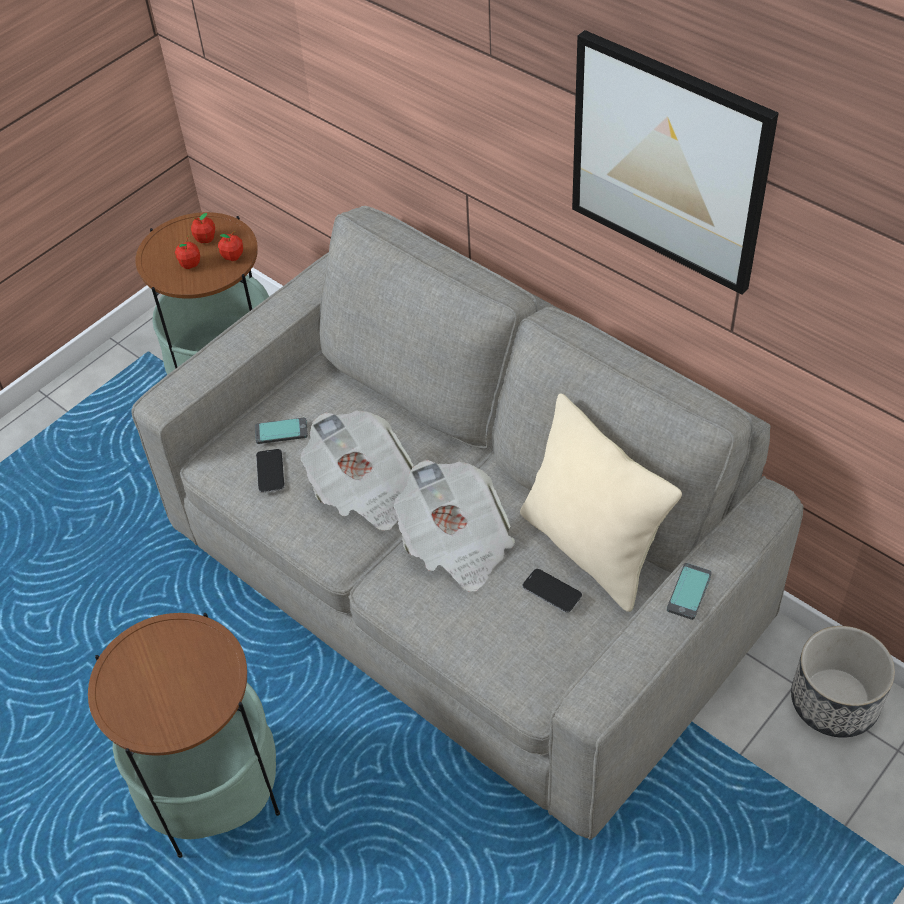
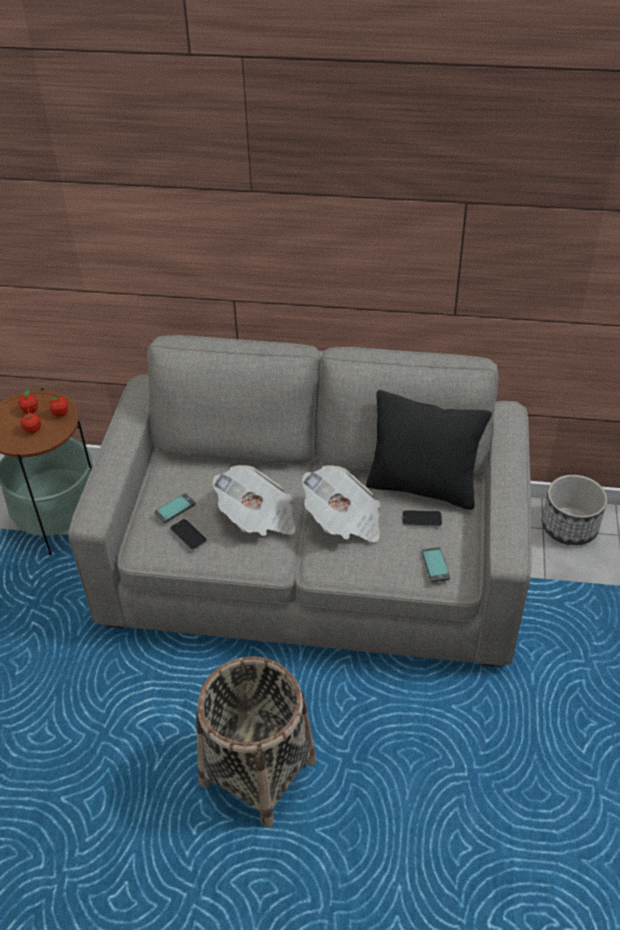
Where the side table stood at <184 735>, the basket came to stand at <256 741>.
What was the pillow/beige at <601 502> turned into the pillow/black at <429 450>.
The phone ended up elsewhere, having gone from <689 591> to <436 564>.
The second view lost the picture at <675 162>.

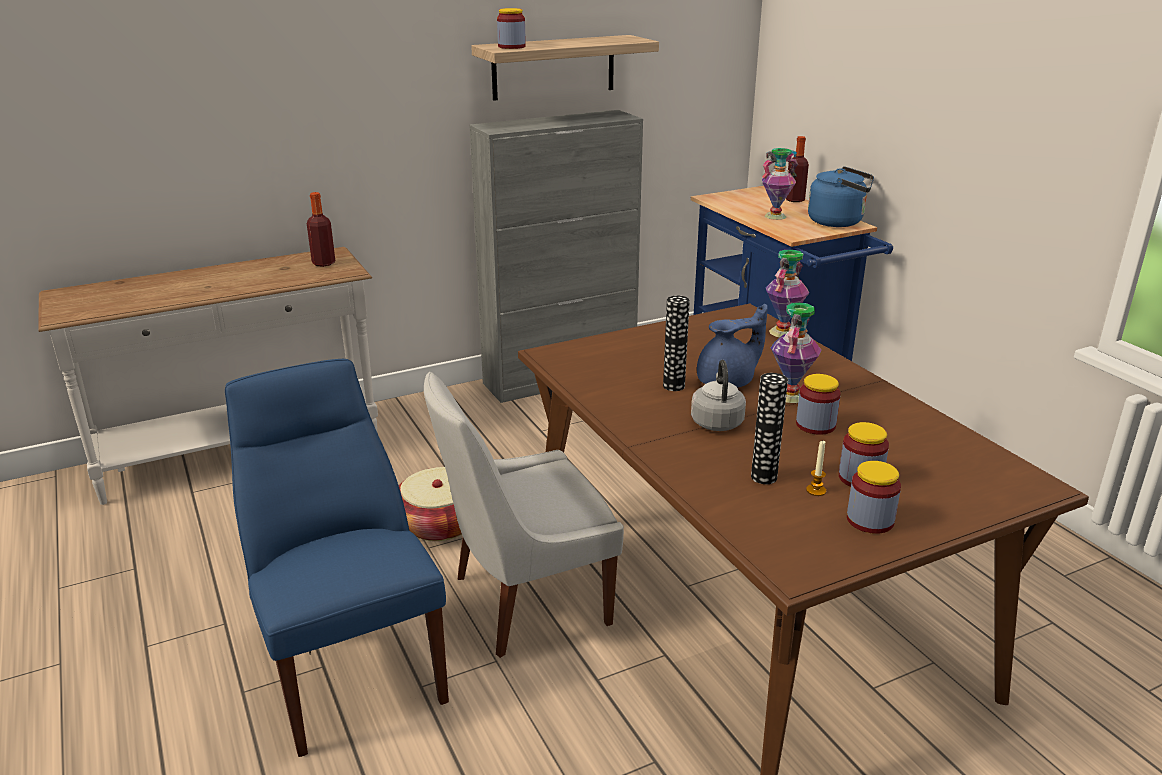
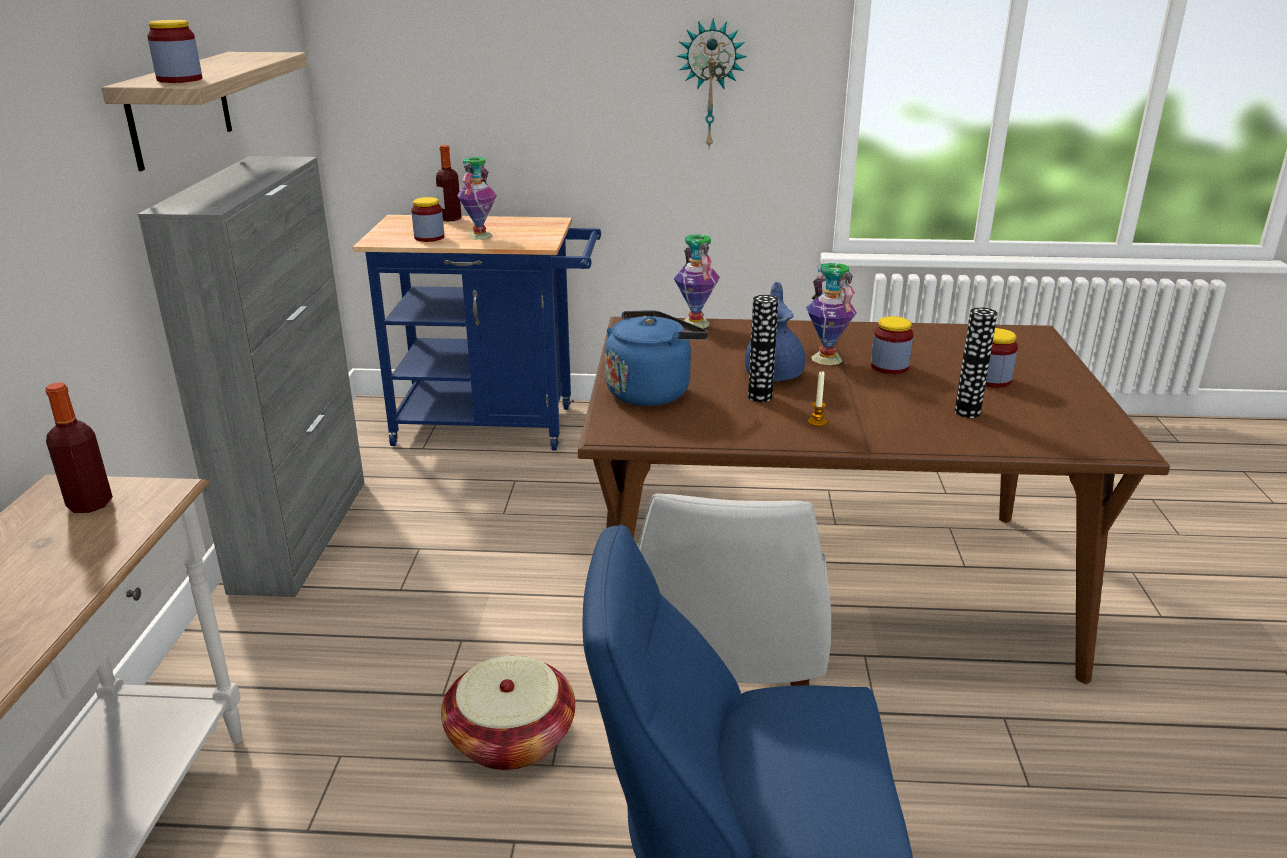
The jar ended up elsewhere, having gone from <874 497> to <427 219>.
The kettle/blue ended up elsewhere, having gone from <841 196> to <656 358>.
The second view gained the wall clock at <712 82>.
The candle ended up elsewhere, having gone from <816 468> to <817 399>.
The second view lost the kettle/grey at <718 395>.

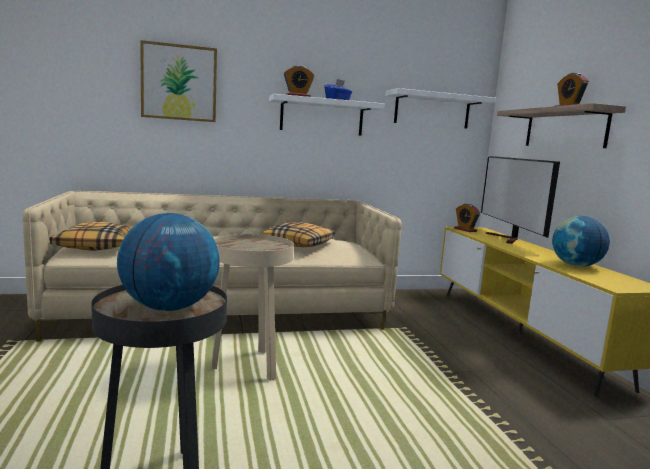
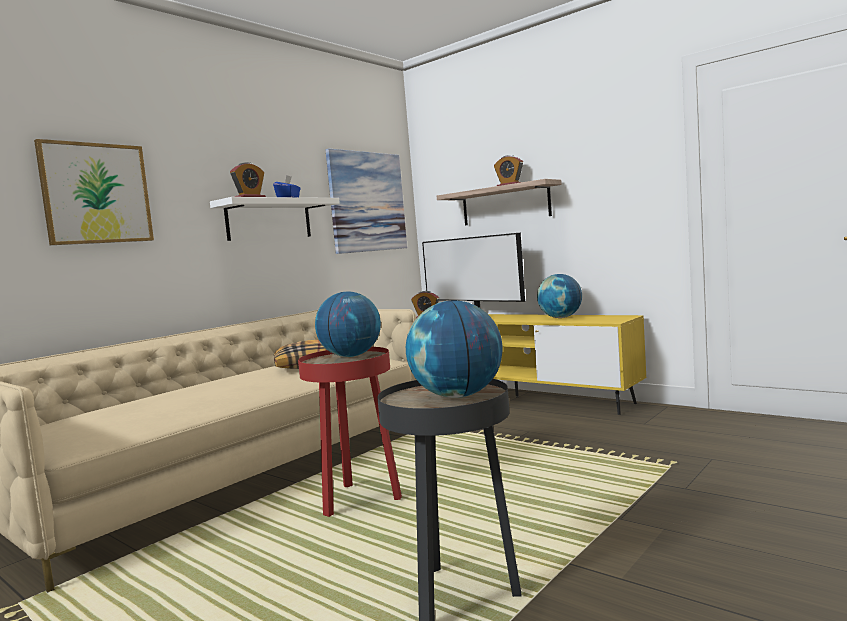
What was the side table/beige at <252 307> turned into the side table/red at <350 432>.
The second view gained the globe at <348 324>.
Where the shelf/white hung at <441 108>, the picture came to hang at <366 201>.
The second view lost the pillow at <91 236>.

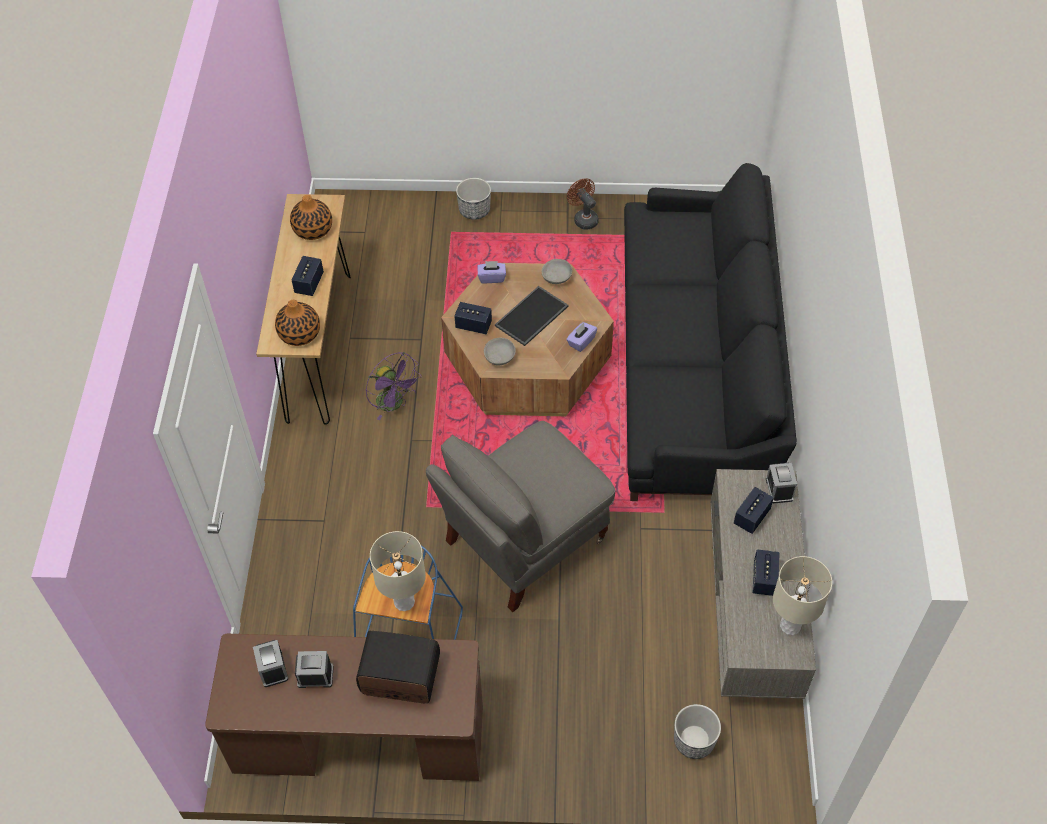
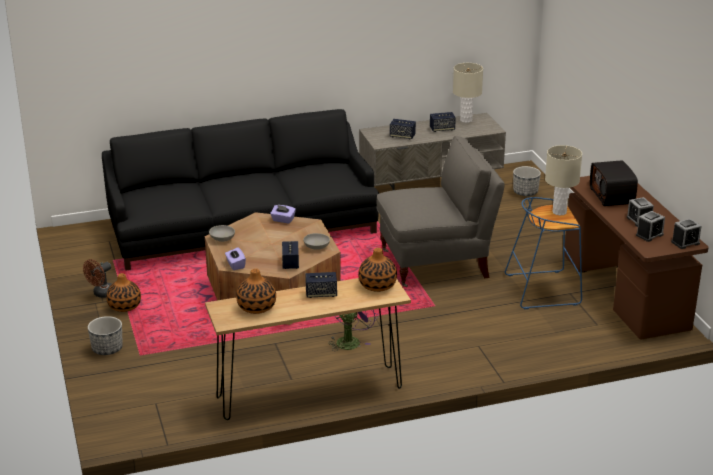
The second view gained the vase at <123 292>.
The armchair/grey at <520 516> ended up facing another way, 45 degrees counterclockwise from before.
The alarm clock ended up elsewhere, having gone from <781 483> to <686 234>.
The second view lost the tray at <532 316>.

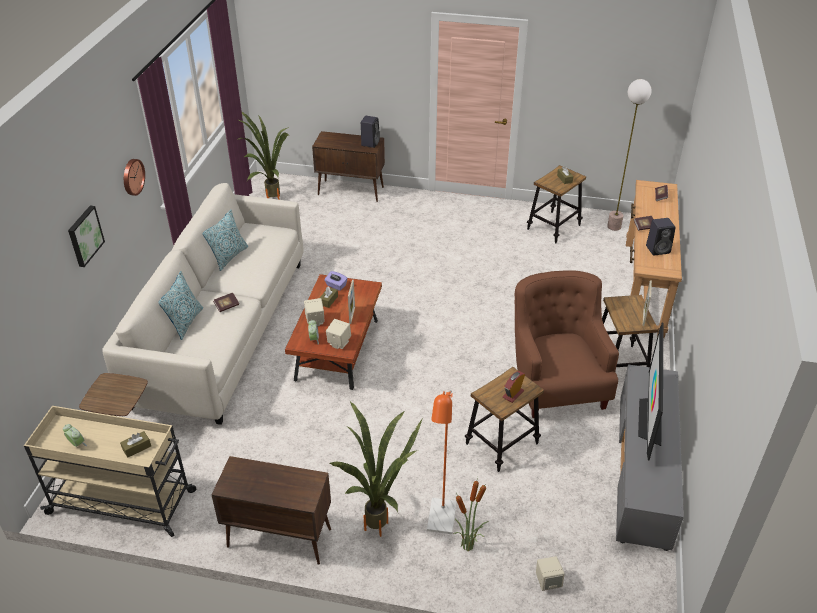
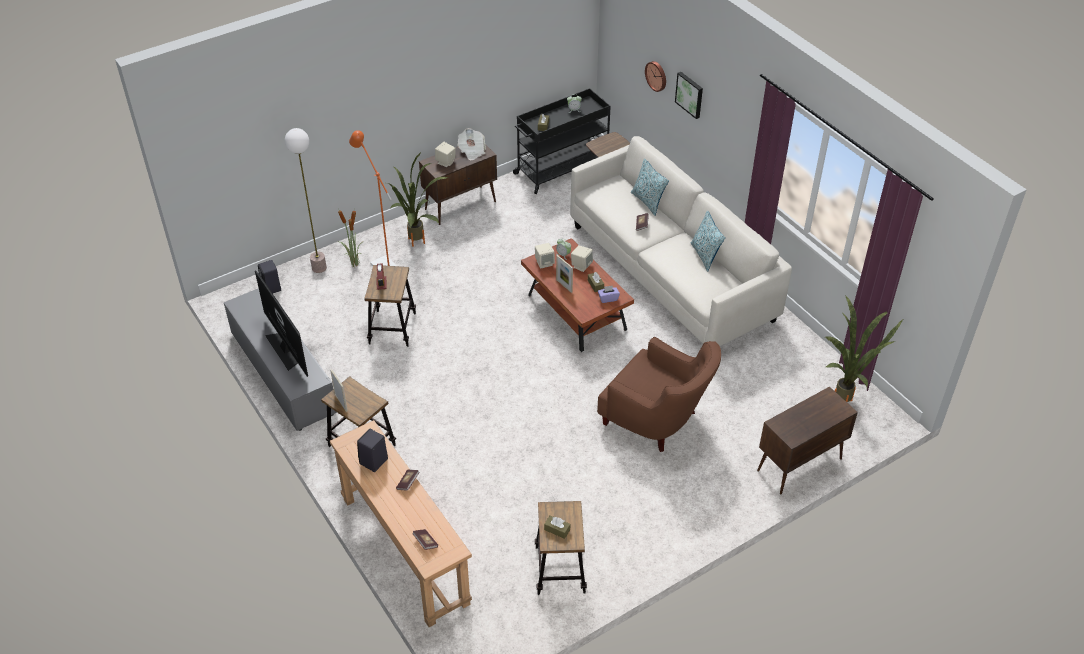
The speaker/black ended up elsewhere, having gone from <370 132> to <269 276>.
The floor lamp ended up elsewhere, having gone from <629 155> to <306 200>.
The speaker/beige ended up elsewhere, having gone from <550 573> to <445 154>.
The second view gained the newspaper at <471 144>.
What was the cart/beige at <110 471> turned into the cart/black at <562 141>.
The armchair/brown ended up elsewhere, having gone from <567 344> to <659 394>.
The wall clock ended up elsewhere, having gone from <134 177> to <655 76>.

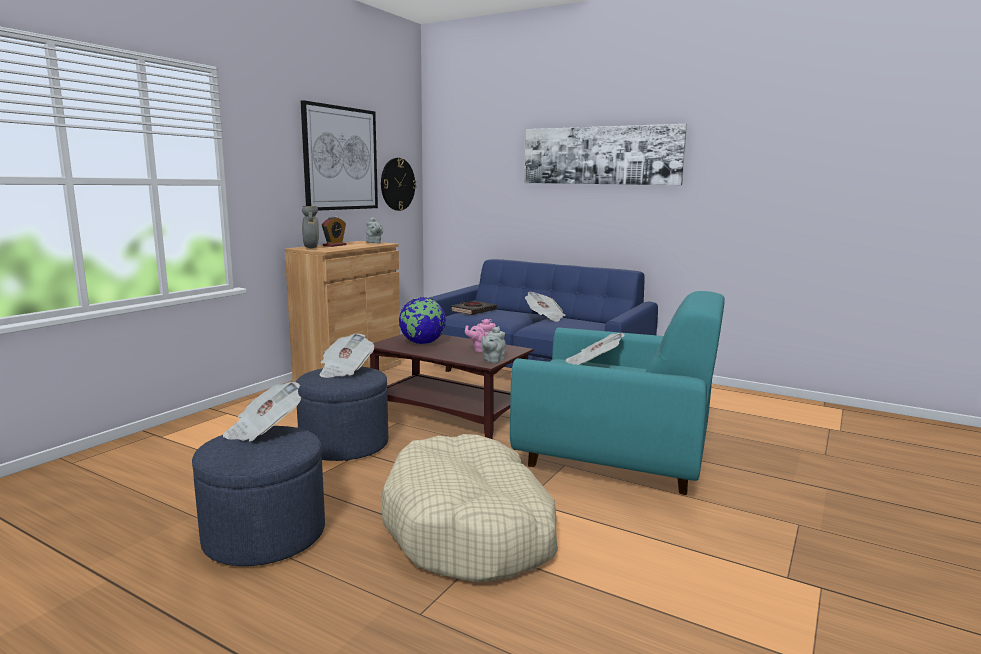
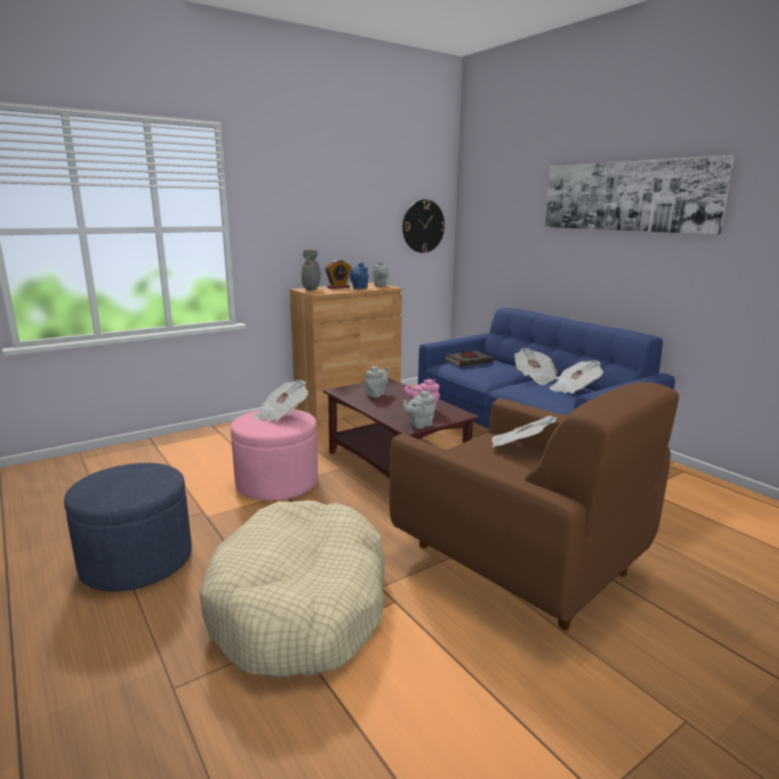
What was the ottoman/blue at <342 413> turned into the ottoman/pink at <274 455>.
The second view gained the teapot/blue at <359 276>.
Where the globe stood at <422 320>, the teapot/grey came to stand at <376 382>.
What was the armchair/turquoise at <617 393> turned into the armchair/brown at <534 506>.
The newspaper ended up elsewhere, having gone from <262 412> to <576 377>.
The second view lost the picture at <339 155>.

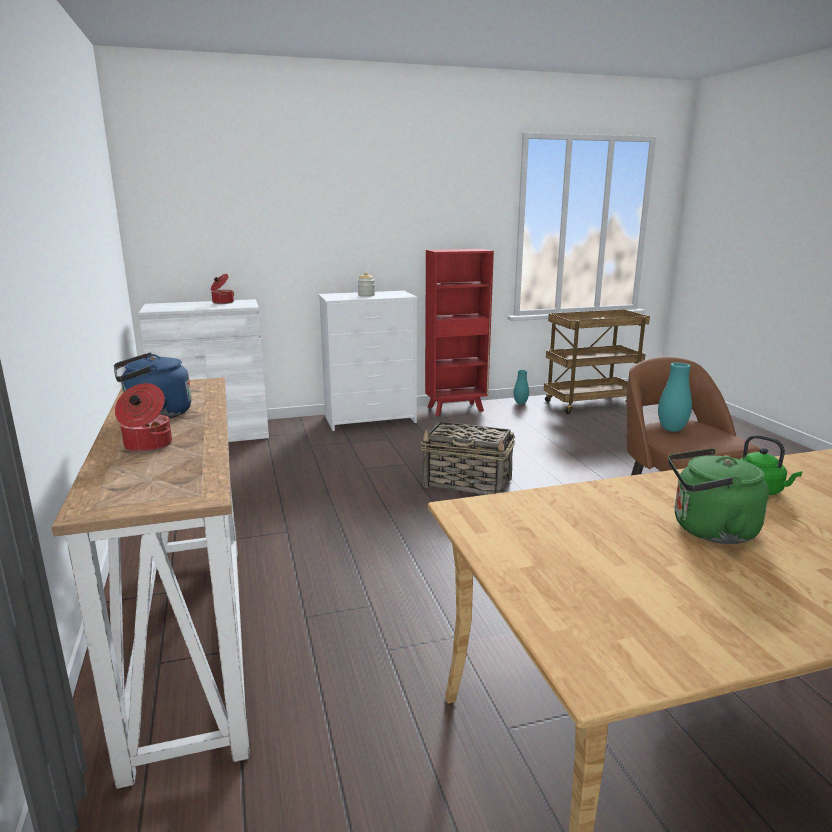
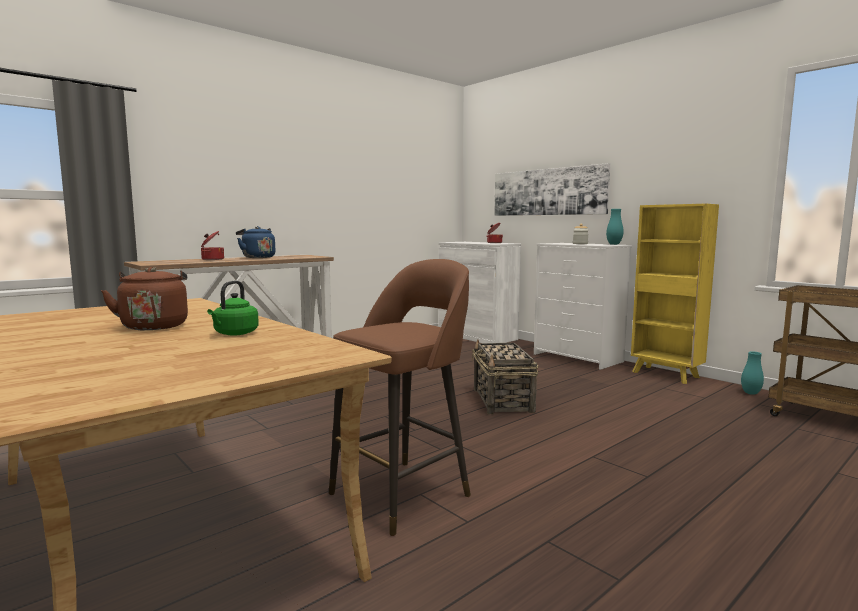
What was the kettle/green at <718 496> turned into the kettle/brown at <144 298>.
The second view gained the picture at <552 189>.
The vase/turquoise ended up elsewhere, having gone from <675 397> to <615 227>.
What was the bookcase/red at <459 332> turned into the bookcase/yellow at <675 294>.

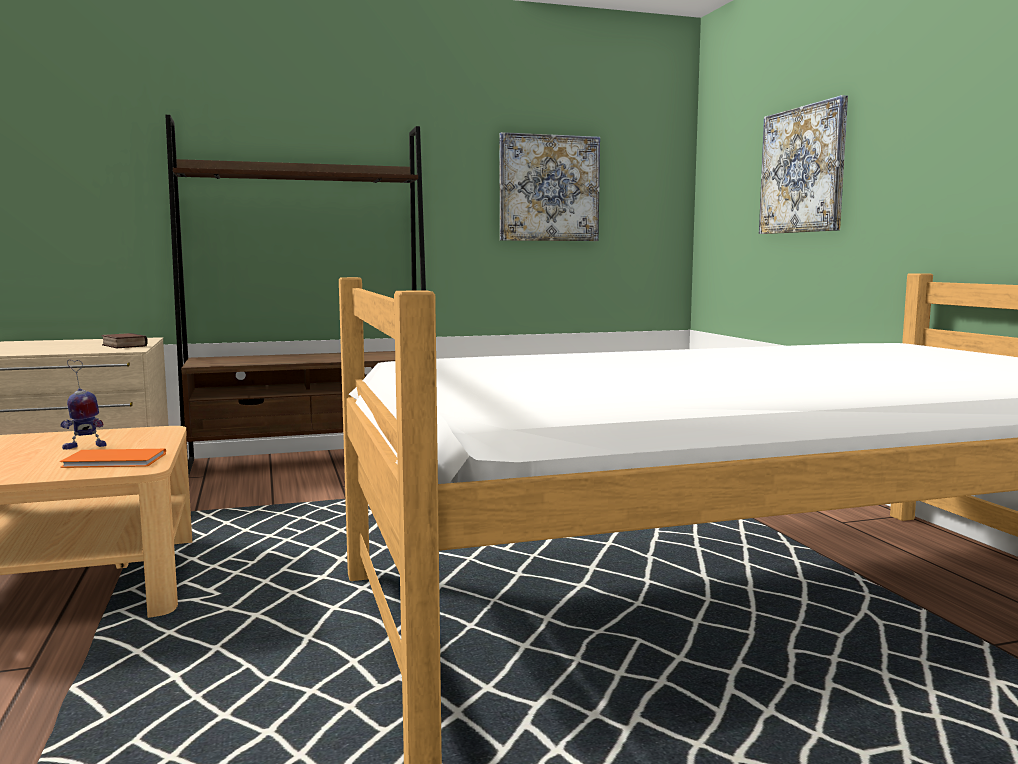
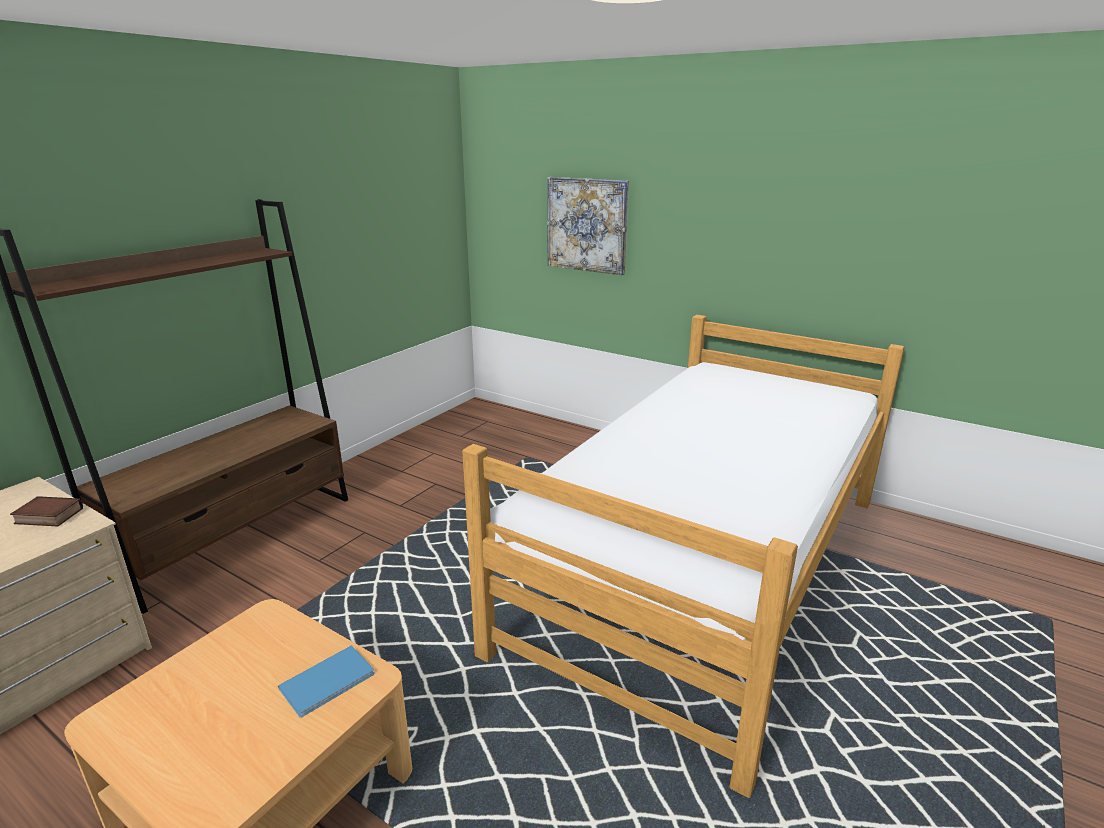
What was the book/orange at <113 458> turned into the book/blue at <326 681>.
The second view lost the toy robot at <83 405>.
The second view lost the picture at <550 186>.

